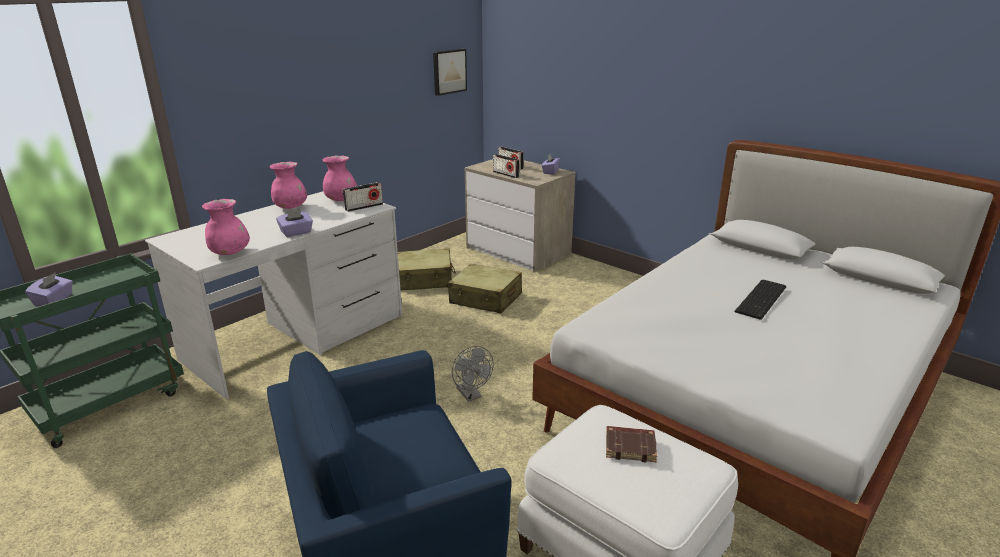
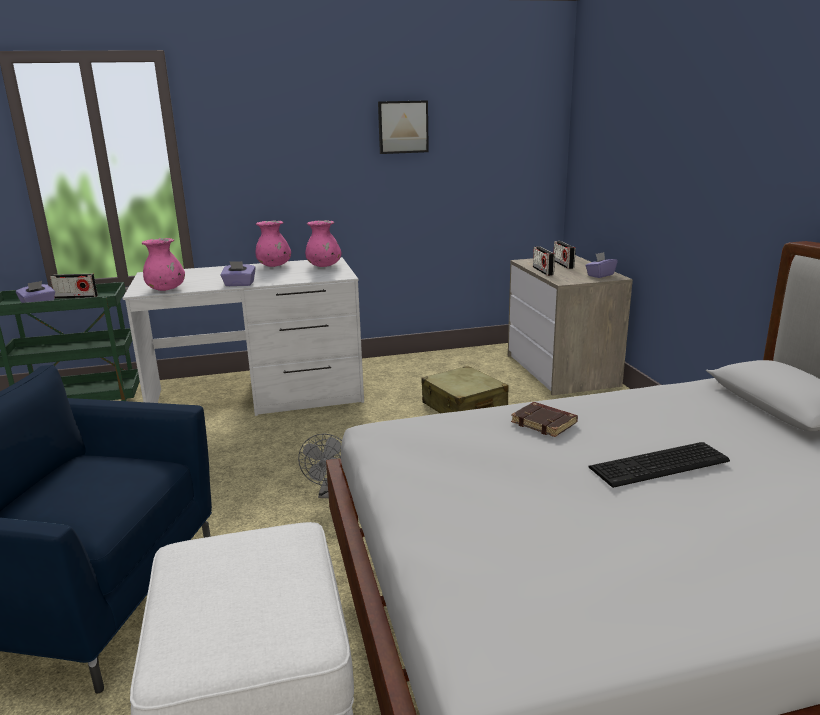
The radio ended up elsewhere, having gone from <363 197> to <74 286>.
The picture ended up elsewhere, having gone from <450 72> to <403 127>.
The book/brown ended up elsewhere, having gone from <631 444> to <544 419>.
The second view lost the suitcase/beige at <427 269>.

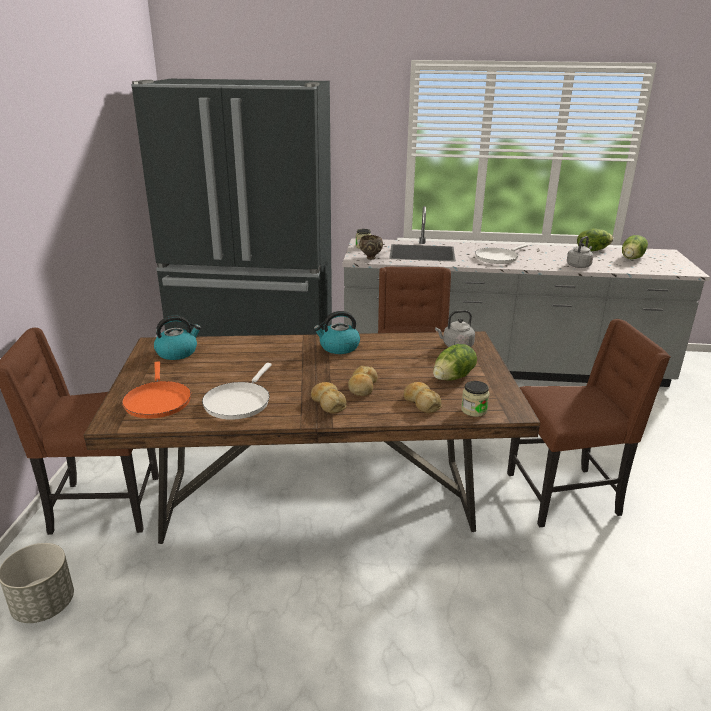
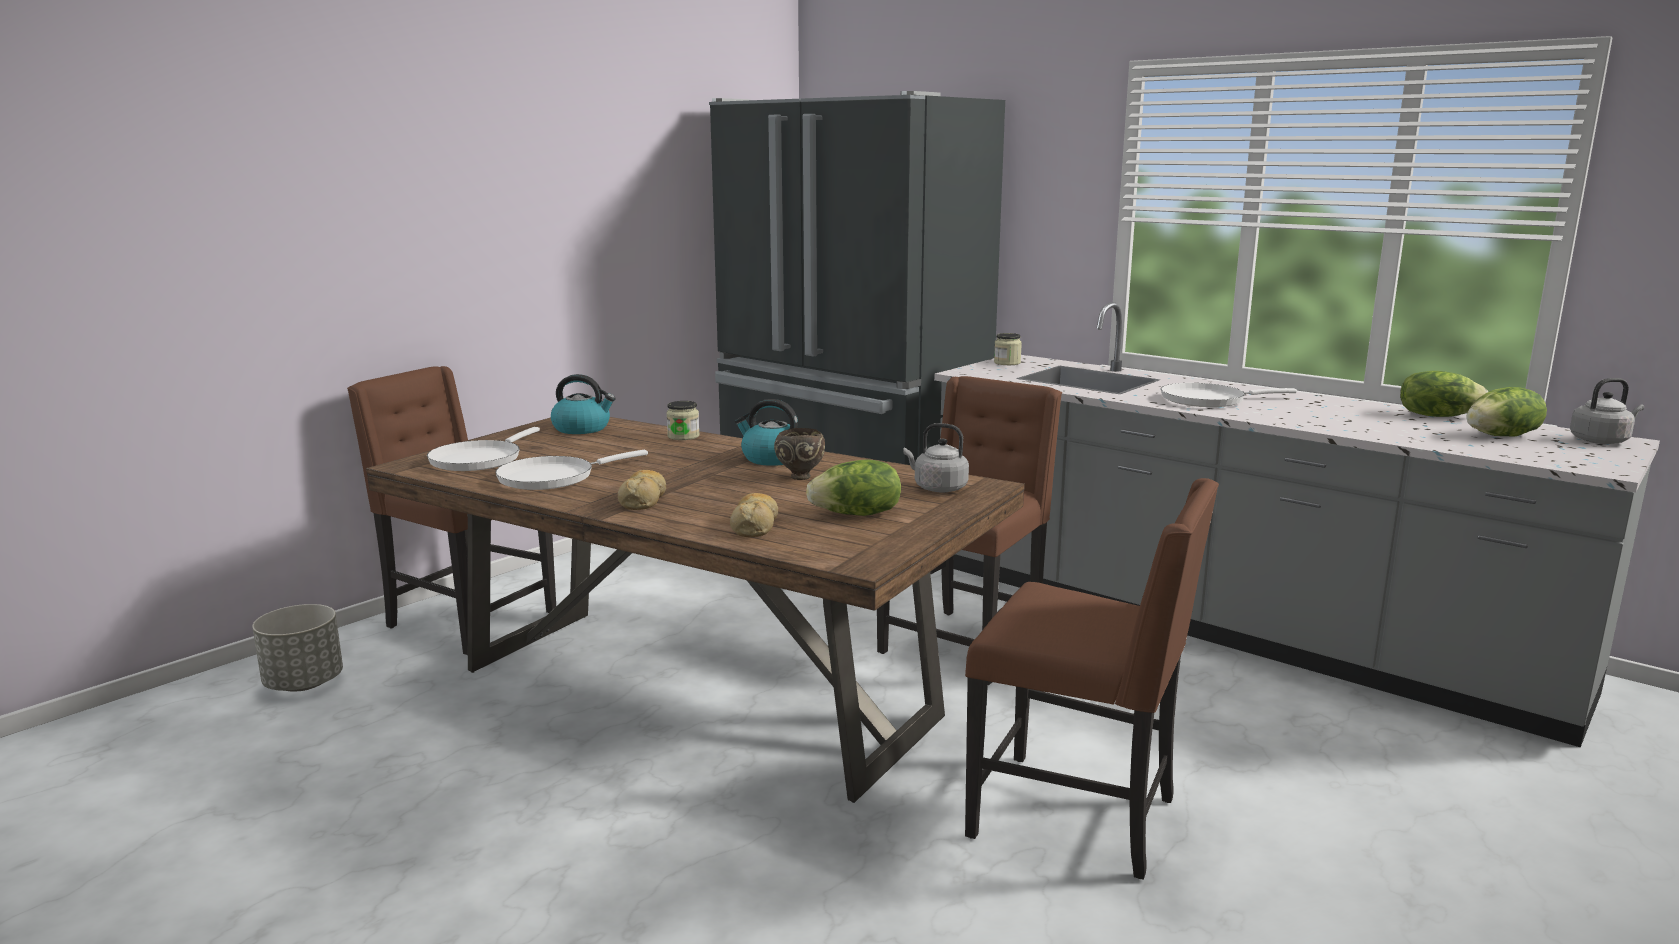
What was the frying pan/orange at <156 389> turned into the frying pan/white at <483 449>.
The jar ended up elsewhere, having gone from <475 399> to <683 420>.
The bowl/brown ended up elsewhere, having gone from <371 247> to <799 454>.
The kettle/grey ended up elsewhere, having gone from <580 252> to <1607 411>.
The second view lost the bread at <363 381>.

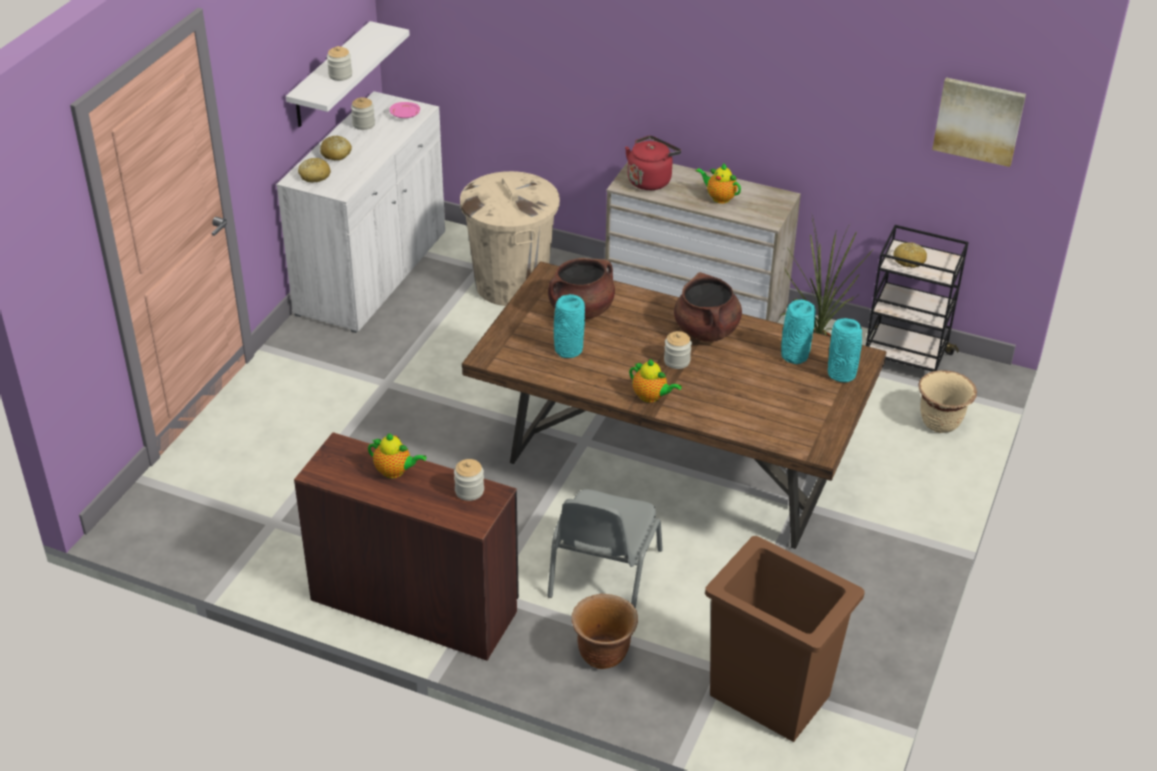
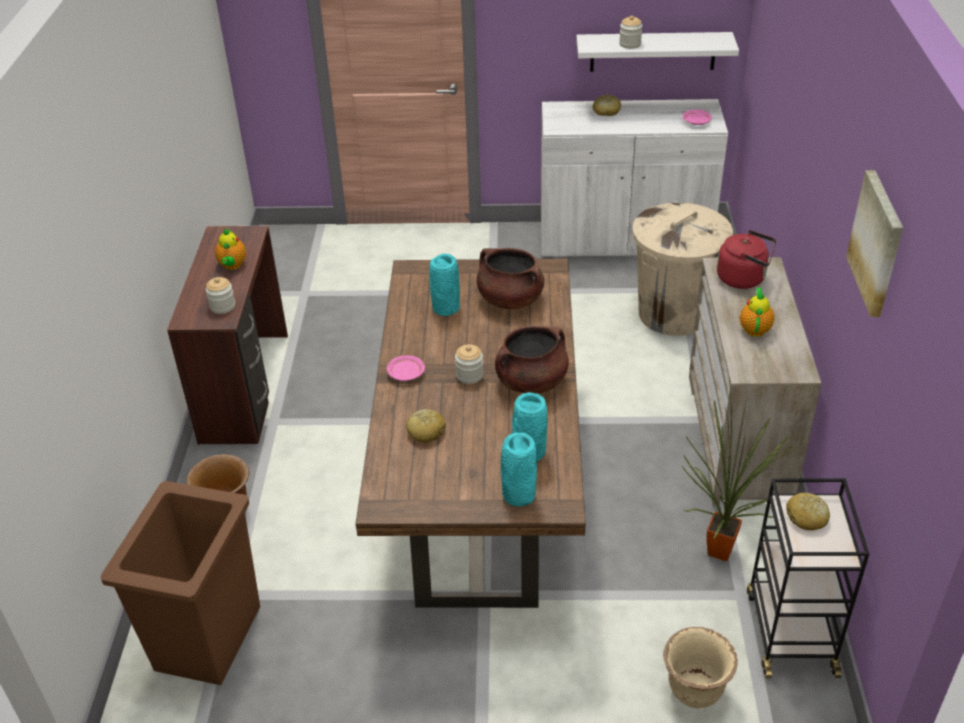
Where the teapot stood at <655 380>, the plate/pink came to stand at <406 368>.
The bread ended up elsewhere, having gone from <314 170> to <426 425>.
The picture ended up elsewhere, having gone from <979 122> to <874 243>.
The second view lost the jar at <363 113>.
The second view lost the chair/grey at <605 549>.

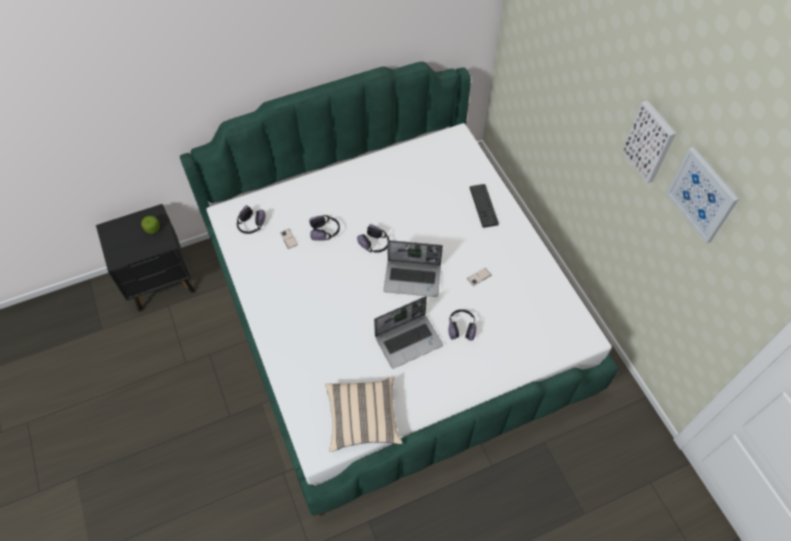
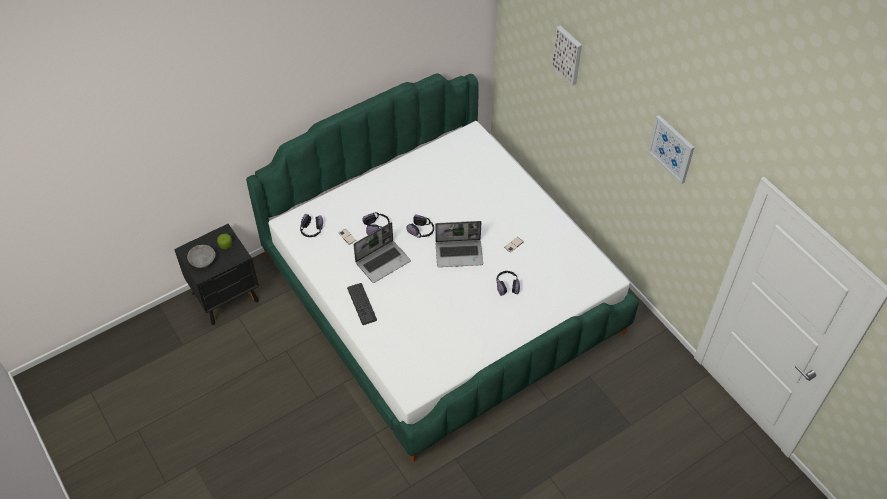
The second view gained the bowl/grey at <201 256>.
The keyboard ended up elsewhere, having gone from <484 206> to <362 304>.
The laptop ended up elsewhere, having gone from <408 332> to <382 252>.
The picture ended up elsewhere, having gone from <649 142> to <567 55>.
The second view lost the pillow/beige at <363 414>.

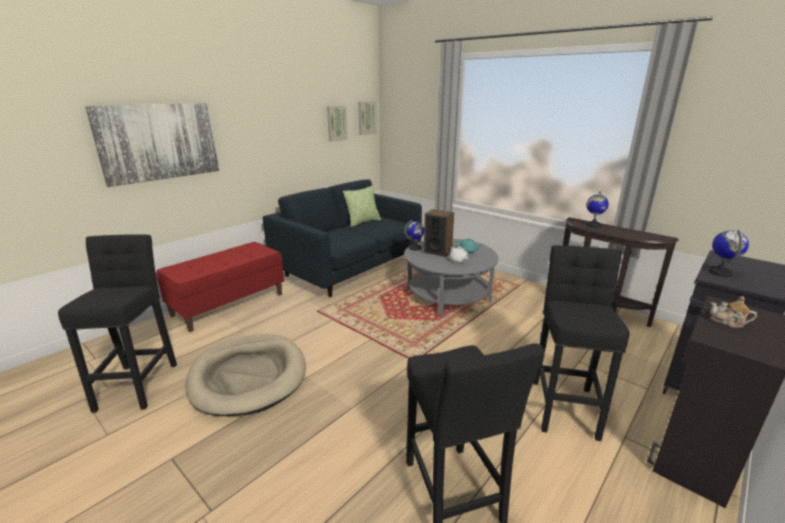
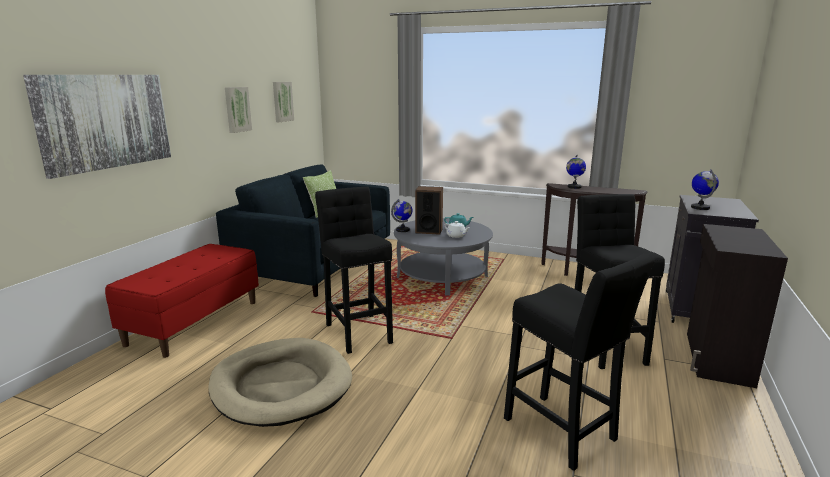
The picture ended up elsewhere, having gone from <367 118> to <238 110>.
The stool/black ended up elsewhere, having gone from <117 323> to <354 270>.
The second view lost the teapot at <733 312>.

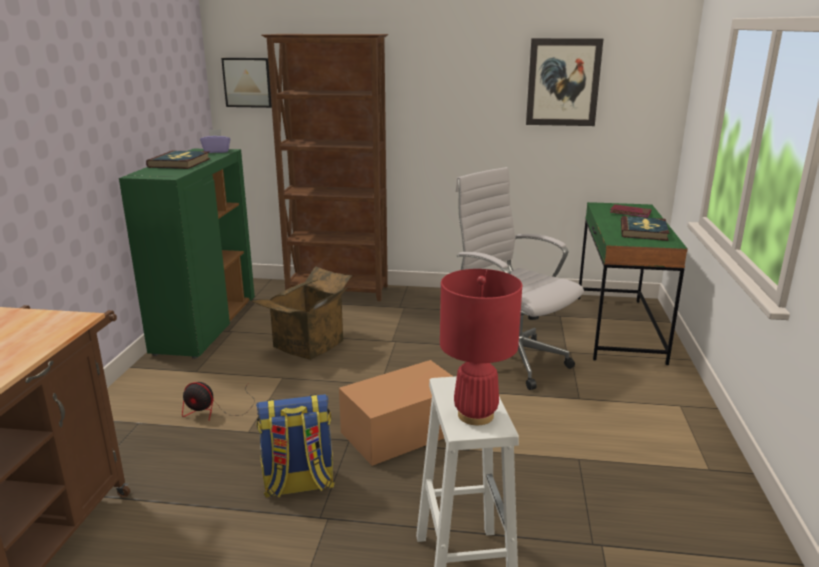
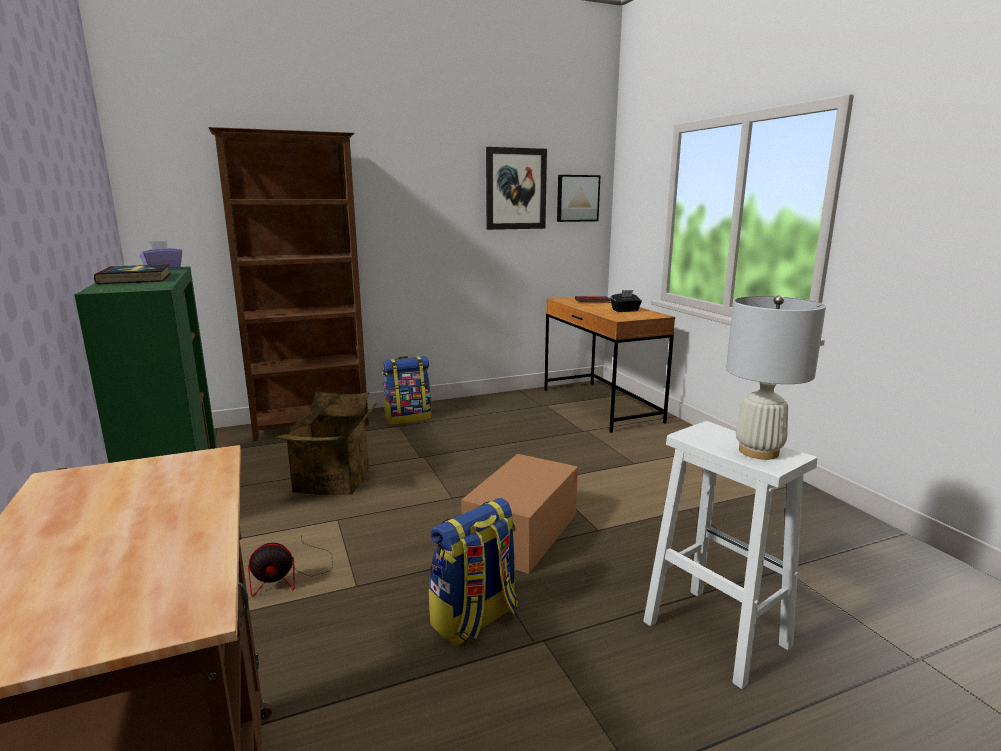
The second view gained the backpack at <407 390>.
What was the desk/green at <633 283> turned into the desk/brown at <610 364>.
The picture ended up elsewhere, having gone from <246 83> to <579 198>.
Where the book stood at <645 228>, the tissue box/black came to stand at <626 301>.
What was the table lamp/red at <481 347> turned into the table lamp/white at <776 377>.
The second view lost the office chair/white at <520 278>.

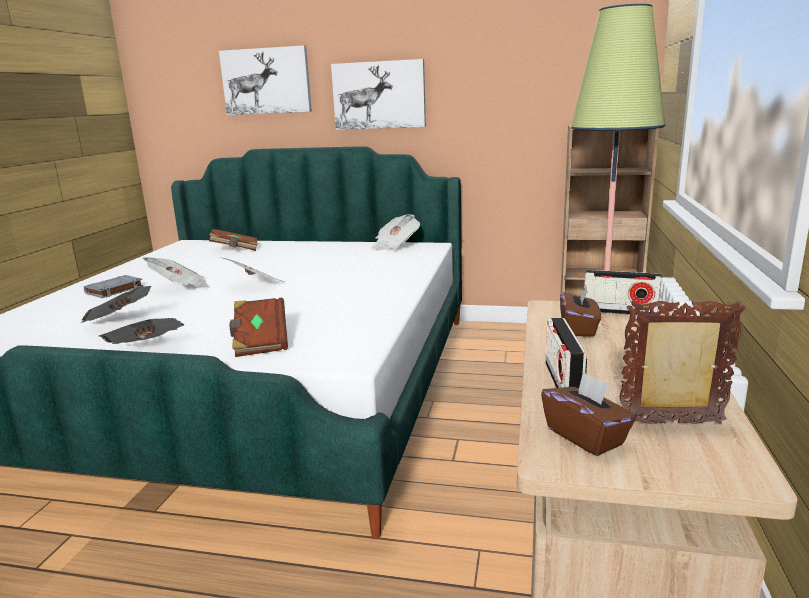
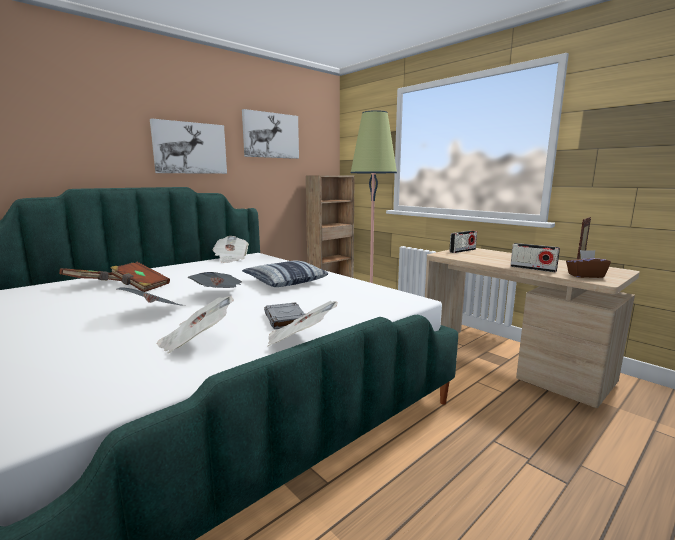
The book/brown ended up elsewhere, having gone from <258 327> to <140 277>.
The picture ended up elsewhere, having gone from <265 80> to <270 134>.
The second view gained the pillow at <285 273>.
The book/grey ended up elsewhere, having gone from <113 286> to <284 315>.
The second view lost the tissue box/brown at <580 312>.

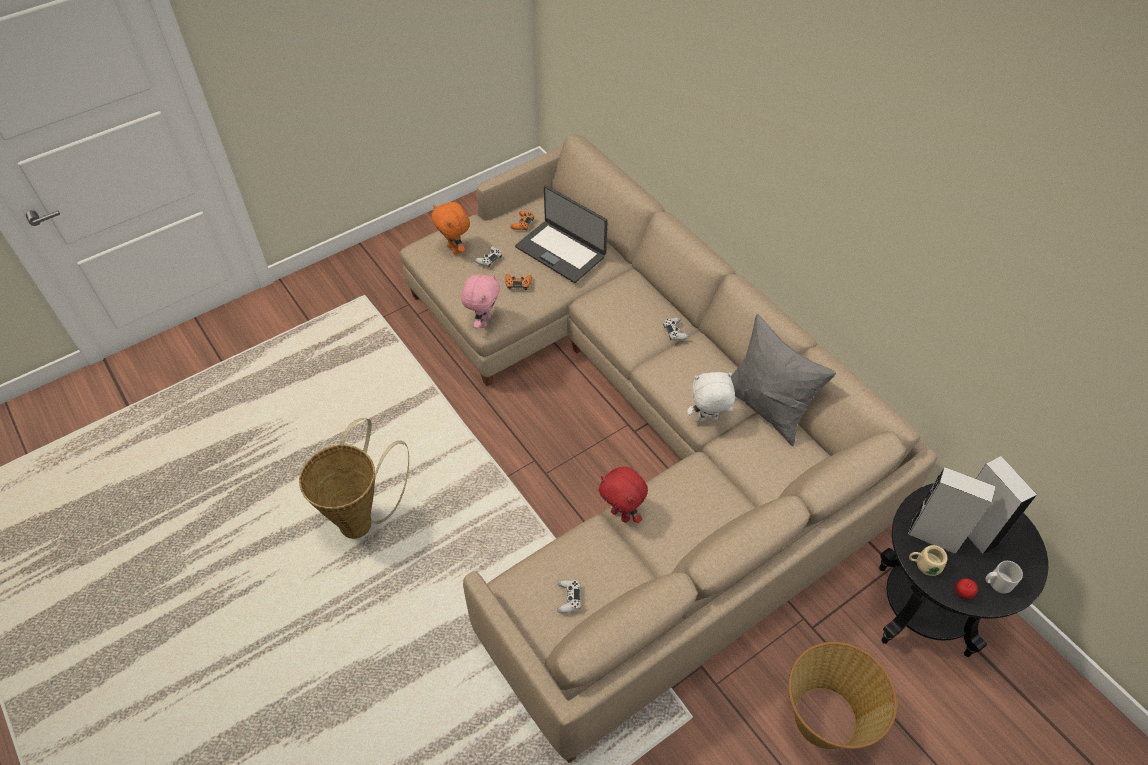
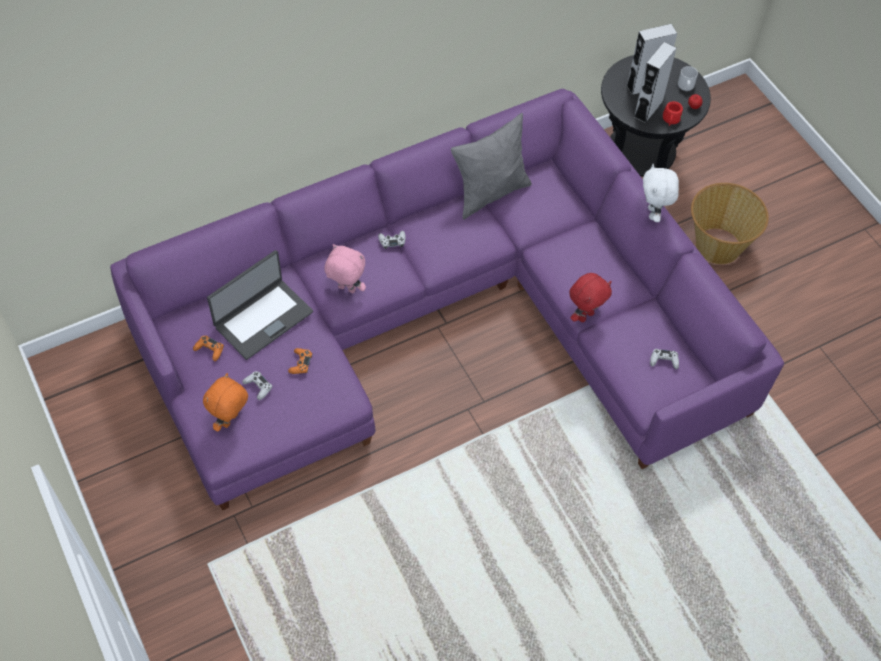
What was the sofa/beige at <669 449> turned into the sofa/purple at <447 299>.
The plush toy/orange at <450 228> ended up facing another way, 150 degrees clockwise from before.
The plush toy/pink ended up elsewhere, having gone from <480 301> to <345 268>.
The plush toy/white ended up elsewhere, having gone from <711 396> to <661 193>.
What was the mug/beige at <928 560> turned into the mug/red at <673 113>.
The second view lost the basket at <354 478>.

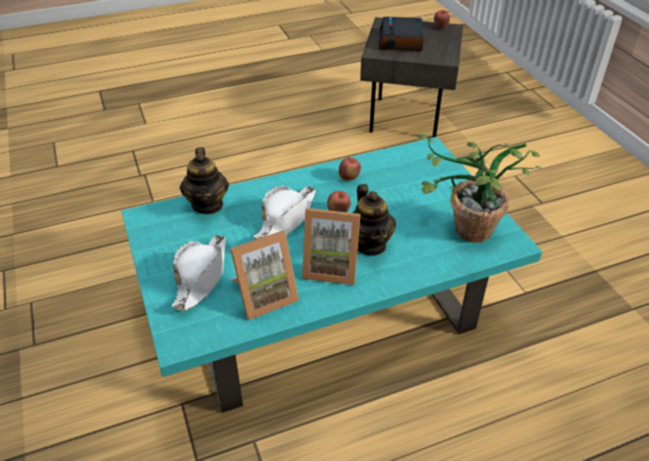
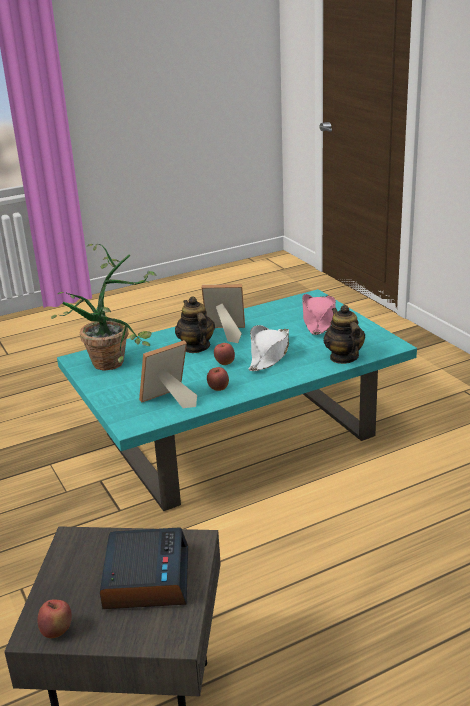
The picture frame ended up elsewhere, having gone from <264 275> to <168 374>.
What was the hat/white at <199 273> turned into the hat/pink at <319 314>.

